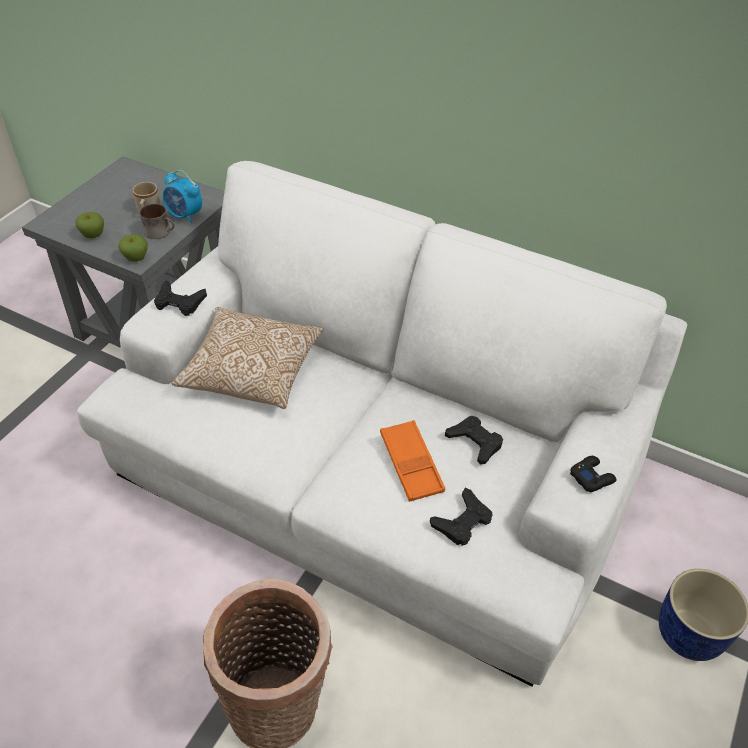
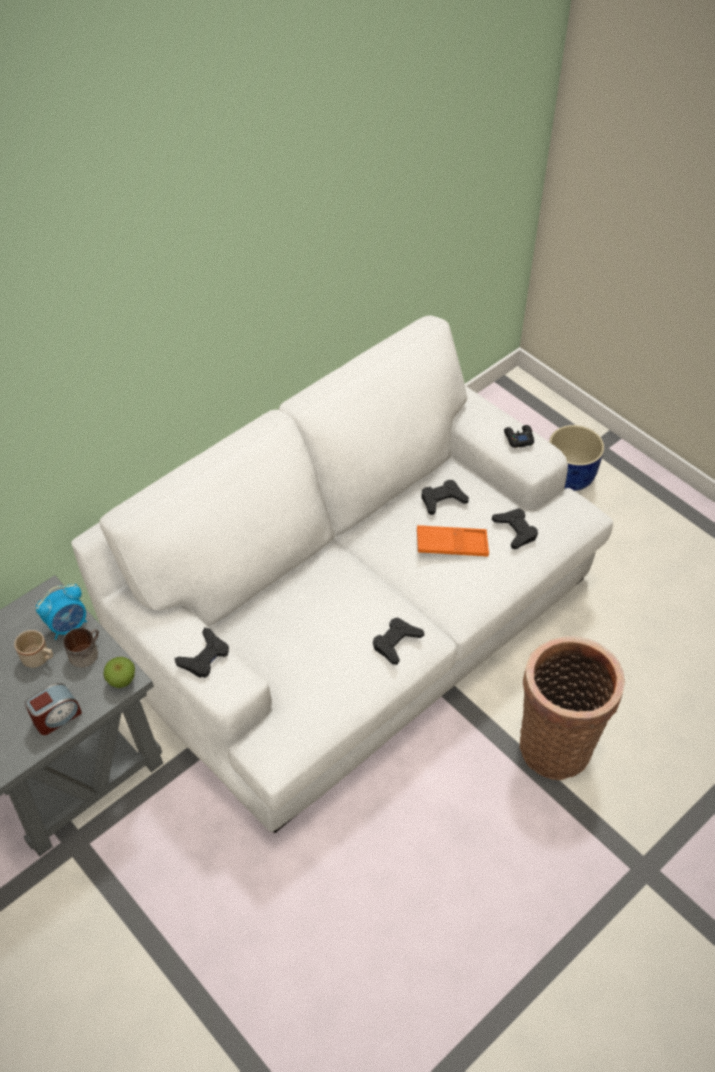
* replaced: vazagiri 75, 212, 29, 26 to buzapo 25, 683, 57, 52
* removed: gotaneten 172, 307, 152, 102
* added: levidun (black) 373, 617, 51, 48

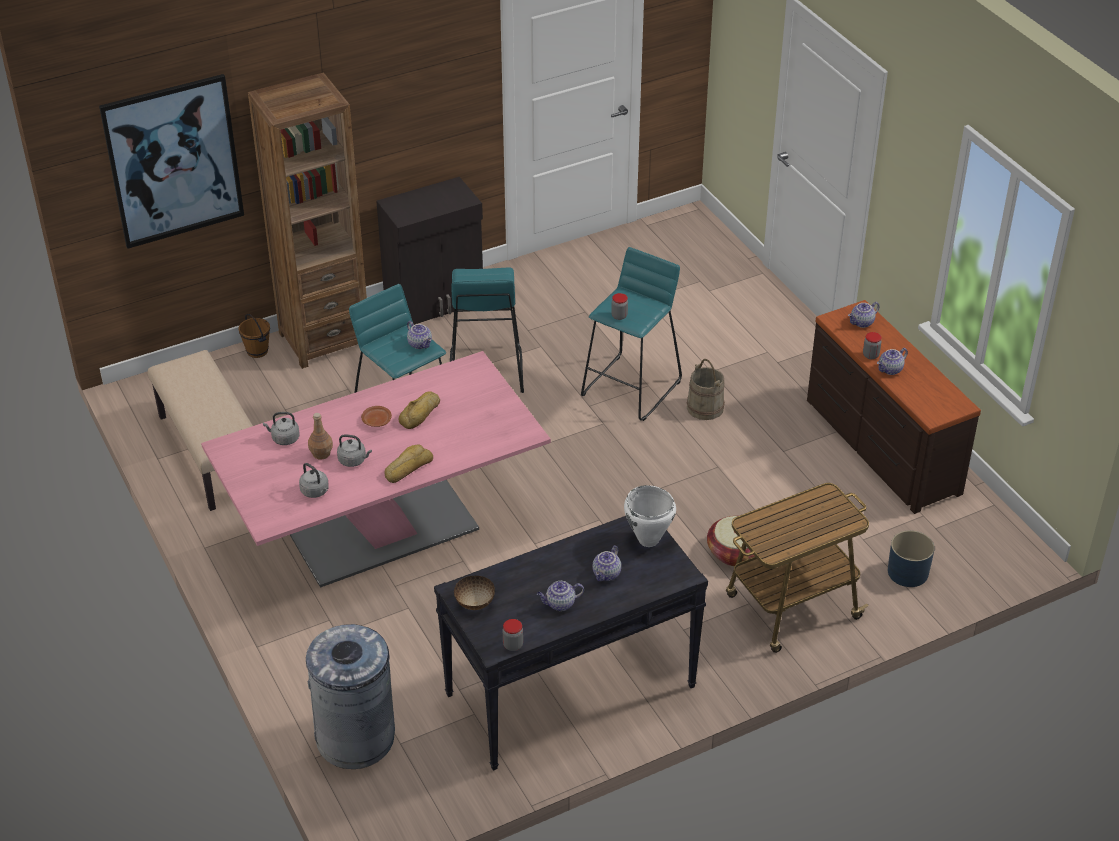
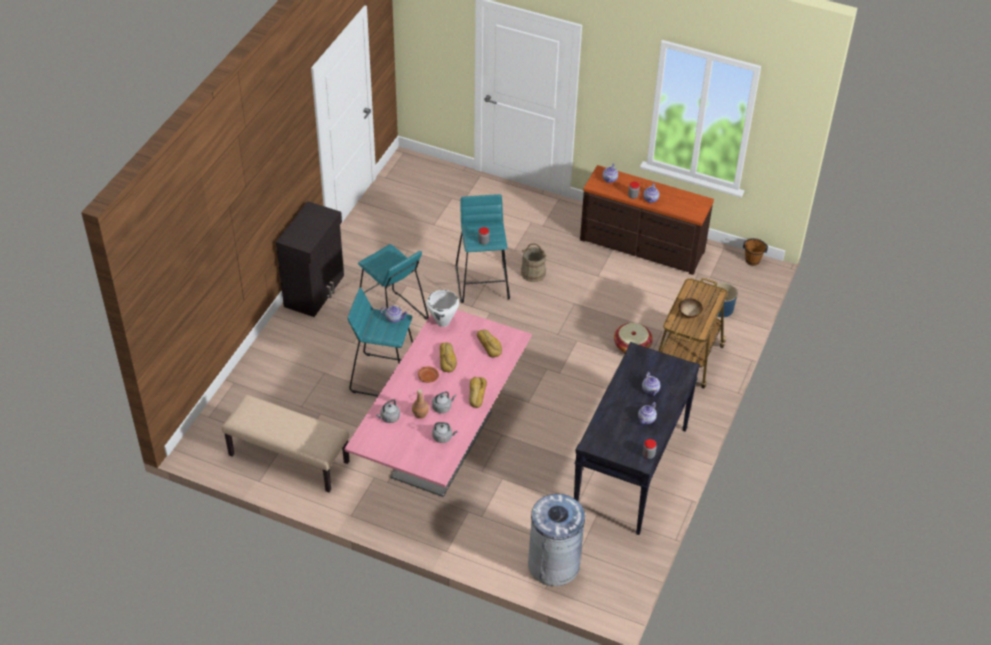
* removed: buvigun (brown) 248, 72, 119, 297
* removed: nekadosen 99, 74, 145, 175
* moved: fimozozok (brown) 238, 314, 32, 44 to 743, 238, 25, 28
* moved: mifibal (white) 624, 485, 52, 62 to 426, 290, 33, 37
* moved: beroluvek 454, 576, 41, 34 to 679, 298, 24, 20
* added: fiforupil 477, 329, 25, 28

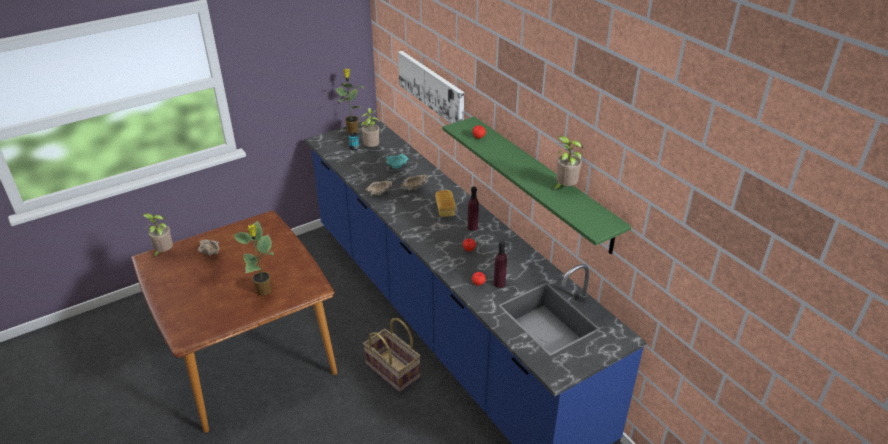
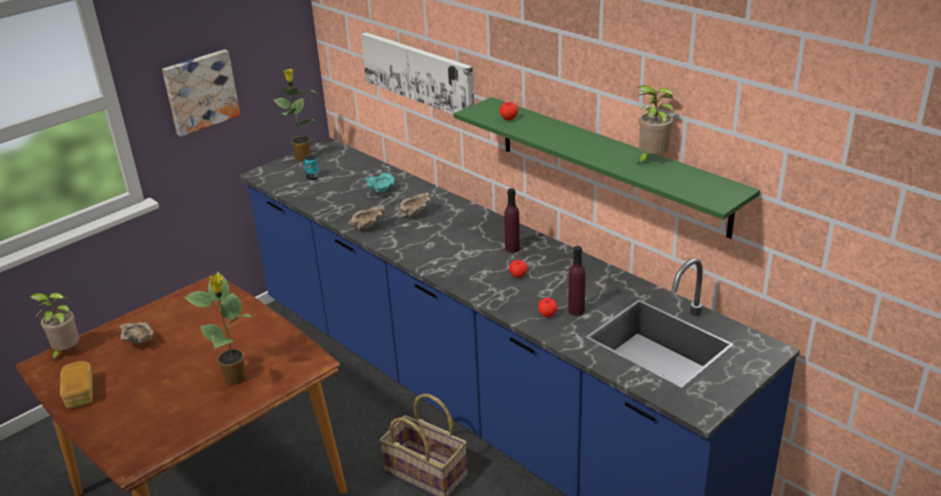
* removed: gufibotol 361, 108, 19, 39
* moved: fiforupil 435, 190, 21, 27 to 60, 361, 33, 48
* added: nekadosen 162, 49, 78, 88

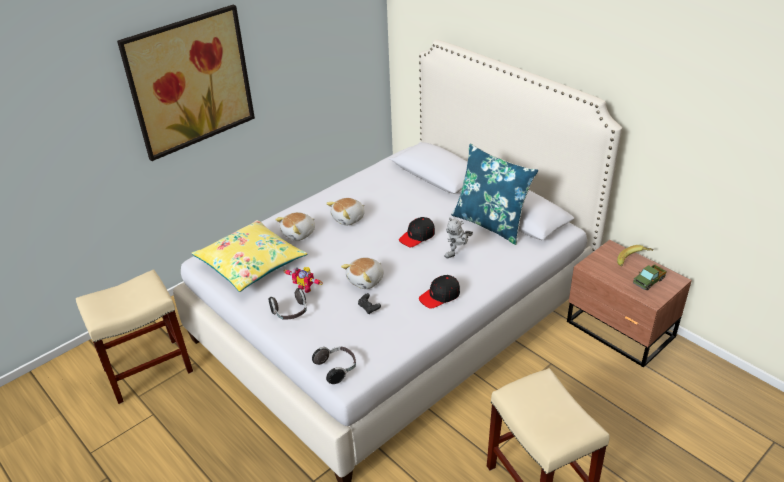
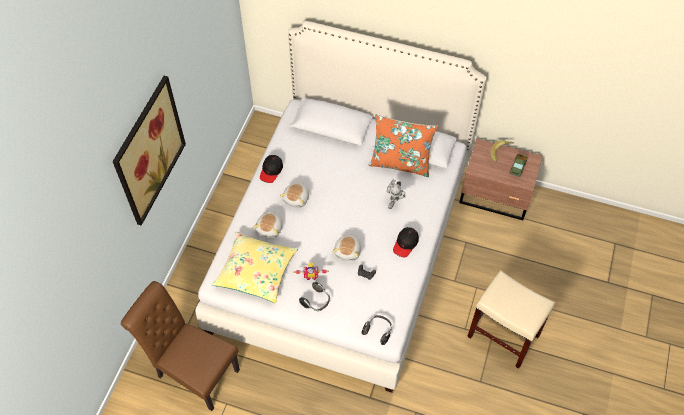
* recoloured: gotaneten (blue) 451, 144, 87, 101 to gotaneten (orange) 369, 114, 69, 63
* moved: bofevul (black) 399, 217, 36, 30 to 260, 155, 23, 28
* replaced: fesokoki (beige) 76, 270, 117, 134 to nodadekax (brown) 121, 281, 119, 130

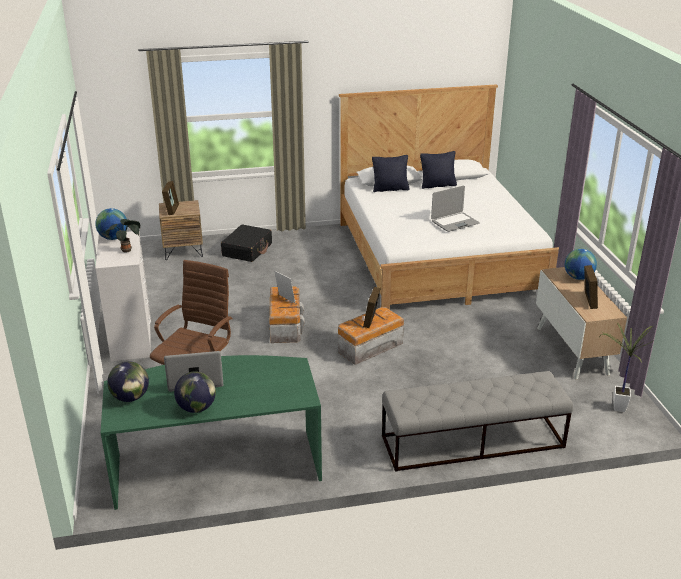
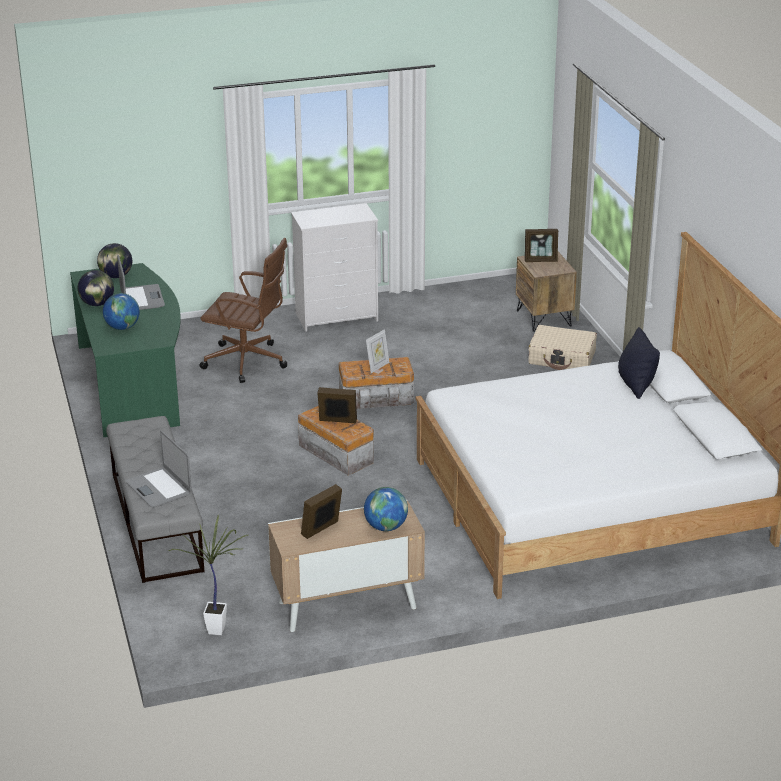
* removed: gotaneten (black) 420, 151, 37, 38
* moved: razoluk 431, 186, 49, 46 to 126, 431, 66, 76
* moved: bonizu 95, 208, 33, 32 to 103, 293, 37, 37
* removed: gufibotol 106, 219, 34, 33
* recoloured: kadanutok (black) 221, 225, 51, 37 to kadanutok (beige) 528, 325, 69, 45
* turned: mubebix 584, 265, 14, 44 = 301, 484, 41, 55 135 degrees clockwise

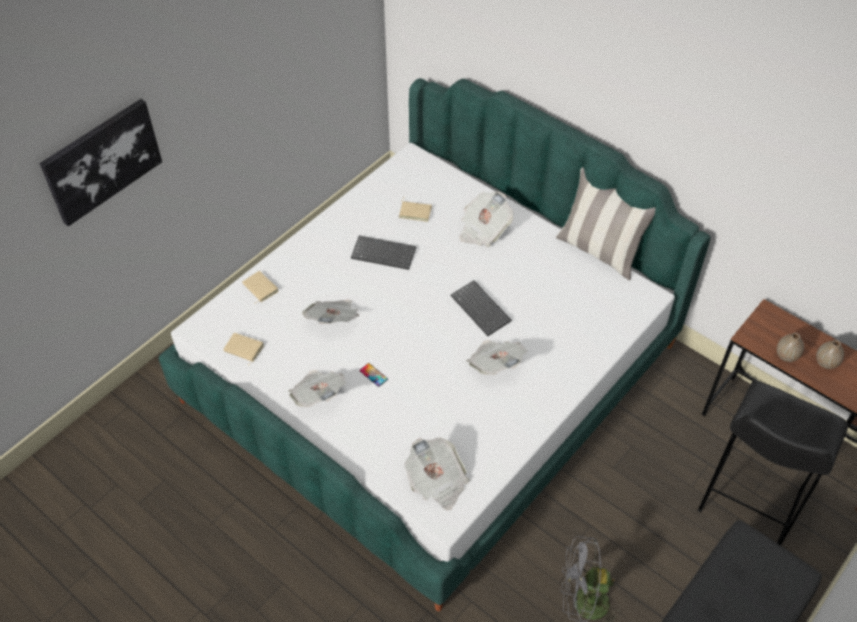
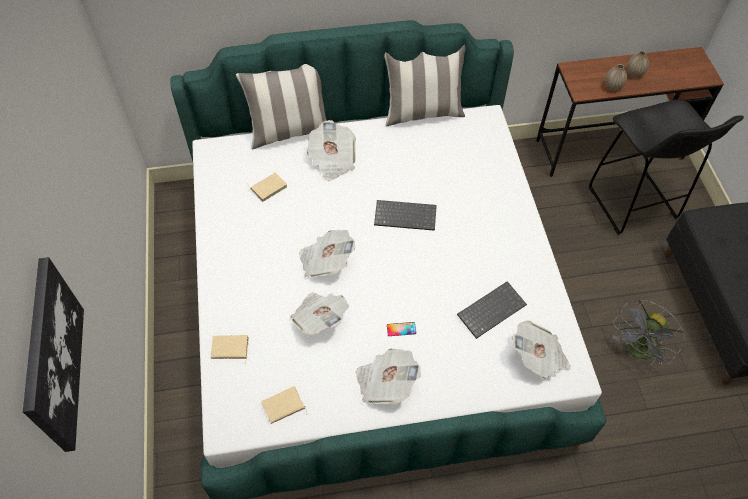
* moved: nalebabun 351, 235, 65, 35 to 457, 281, 70, 58
* moved: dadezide 466, 340, 61, 35 to 299, 230, 56, 47
* added: gotaneten 236, 64, 91, 86

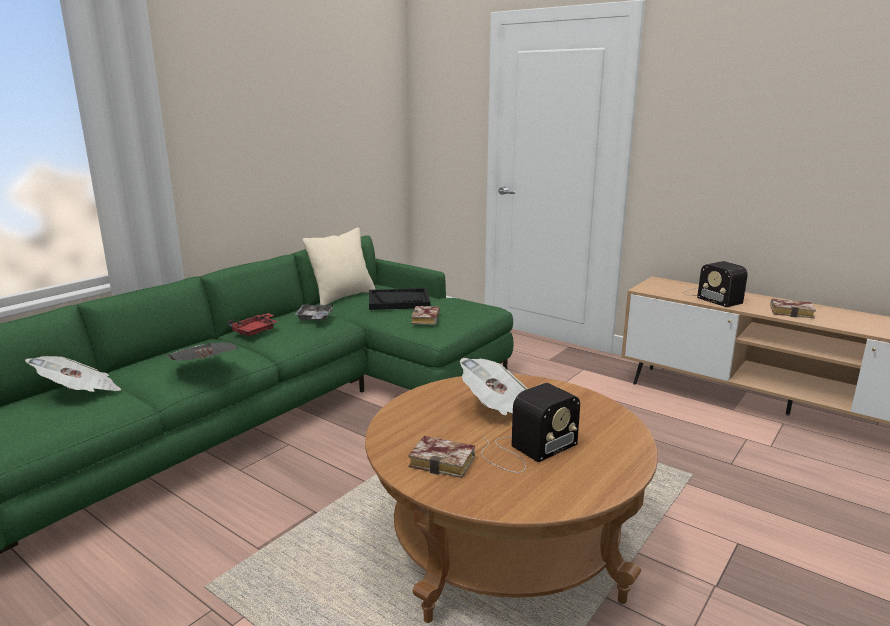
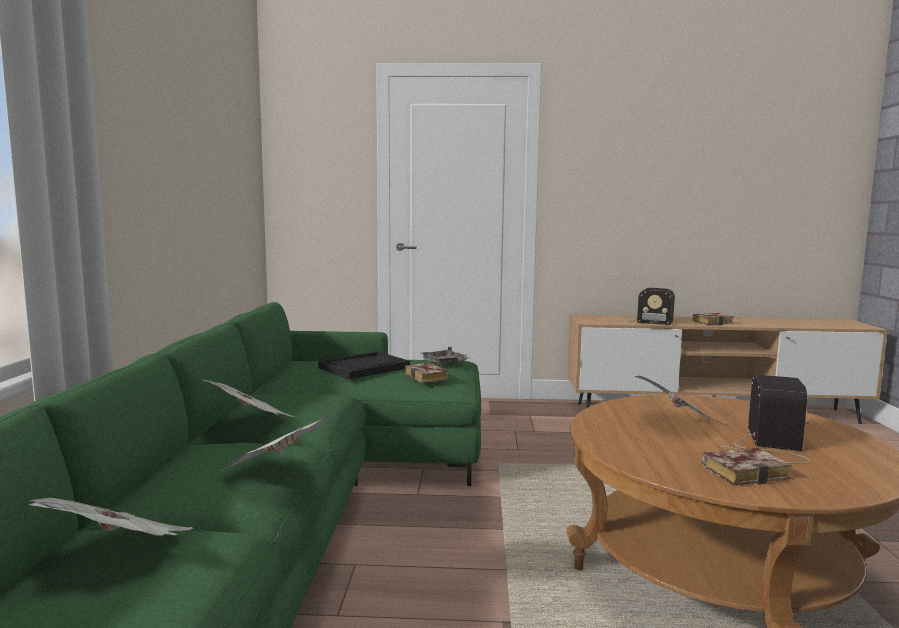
* removed: gotaneten (beige) 303, 227, 72, 78
* moved: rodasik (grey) 294, 303, 39, 17 to 421, 347, 49, 18
* replaced: rodasik (red) 228, 313, 51, 23 to dadezide 203, 380, 94, 37

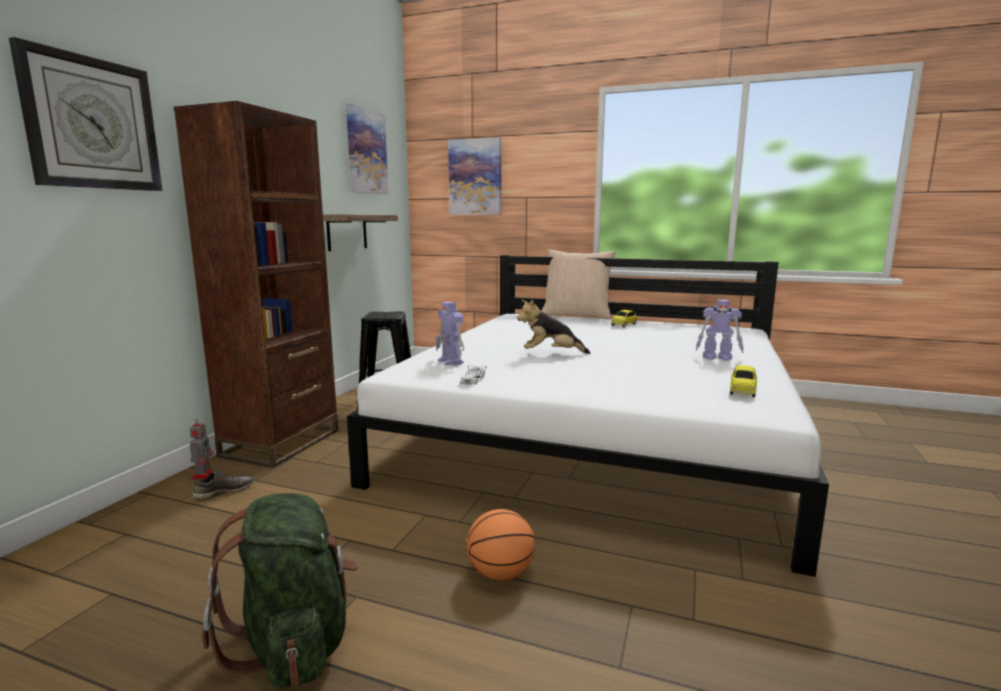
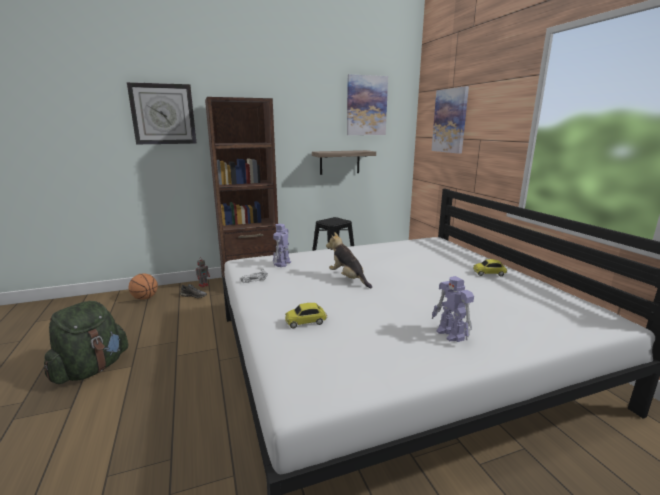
* removed: gotaneten (beige) 541, 250, 74, 69
* moved: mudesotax 730, 365, 27, 32 to 285, 303, 42, 26
* moved: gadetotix 466, 509, 69, 72 to 128, 274, 30, 26

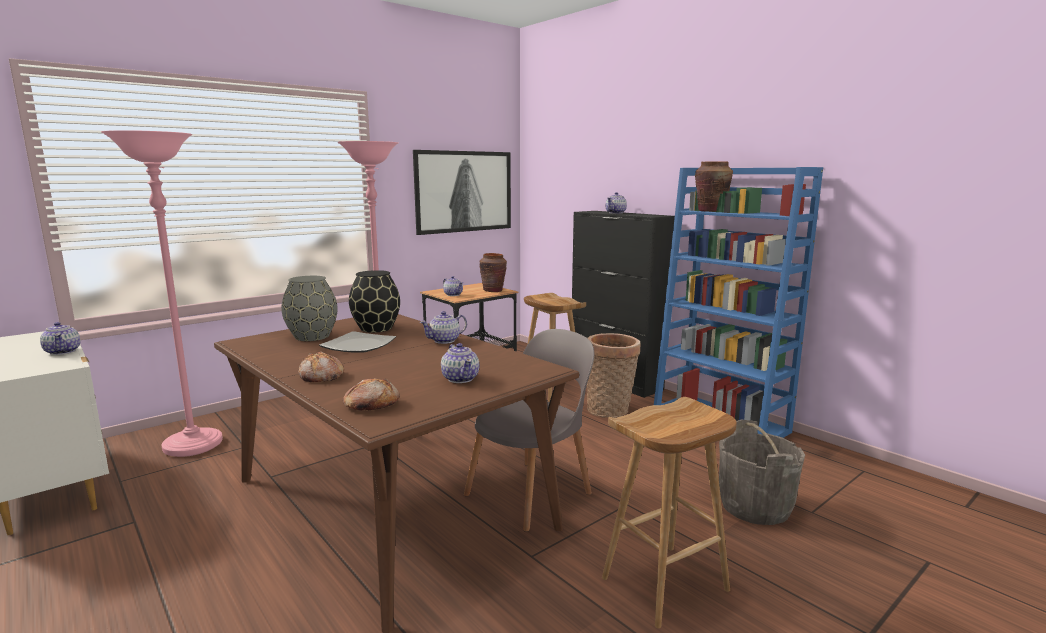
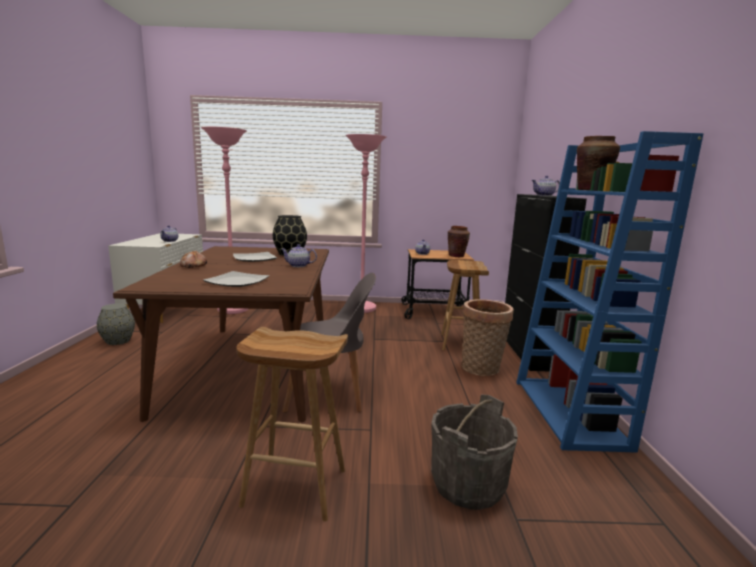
* removed: nekadosen 413, 150, 98, 85
* moved: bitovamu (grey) 281, 276, 57, 65 to 97, 303, 38, 42
* replaced: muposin 441, 343, 38, 40 to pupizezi 203, 271, 66, 16
* removed: fiforupil 343, 378, 57, 33

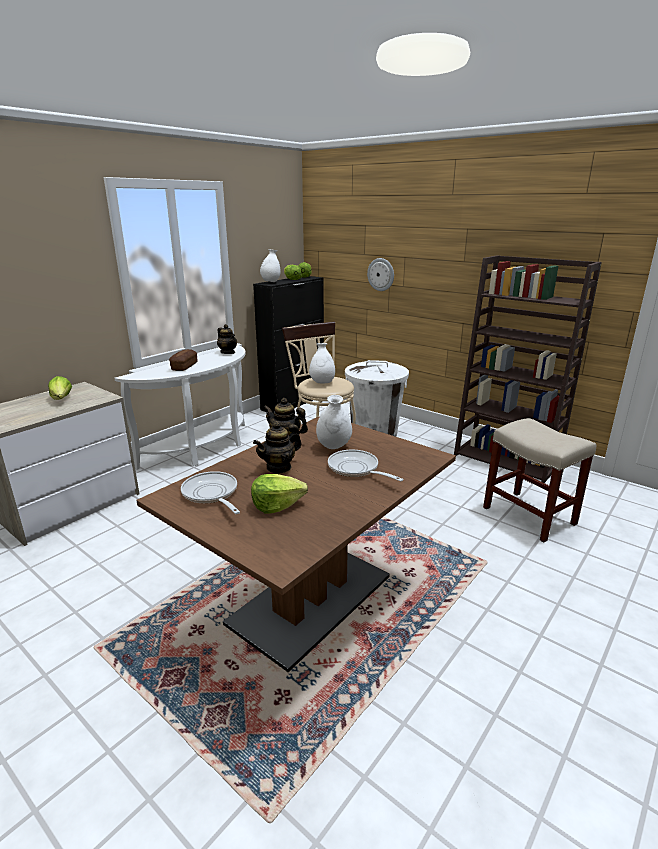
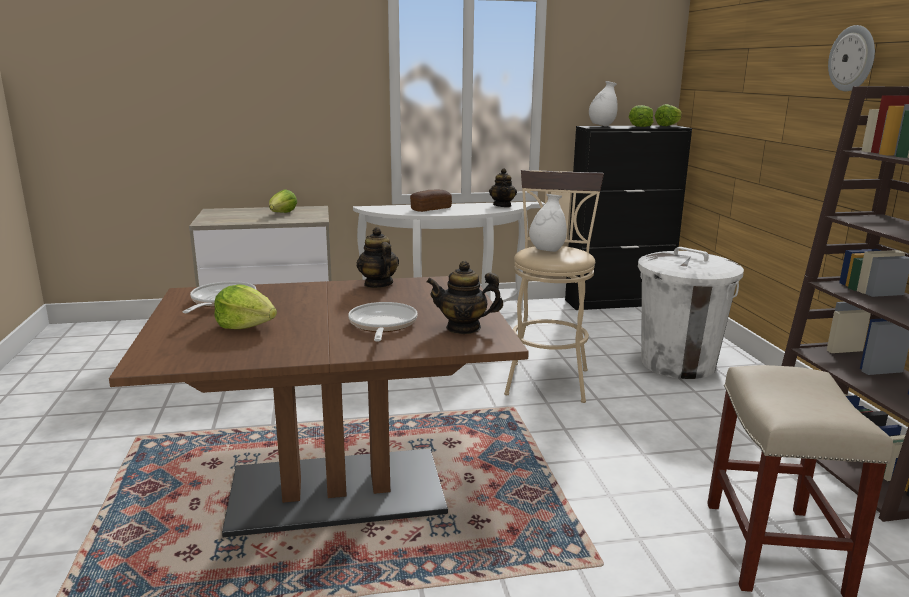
* moved: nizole 367, 258, 27, 33 to 828, 25, 47, 66
* removed: bitovamu (white) 316, 395, 36, 54
* moved: muposin 253, 421, 48, 53 to 426, 261, 77, 73

